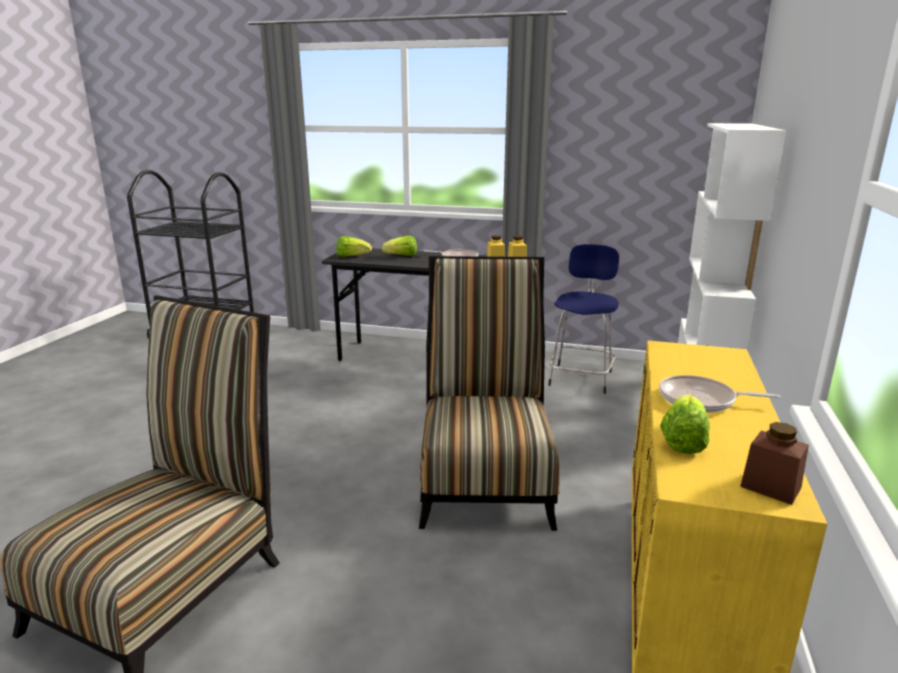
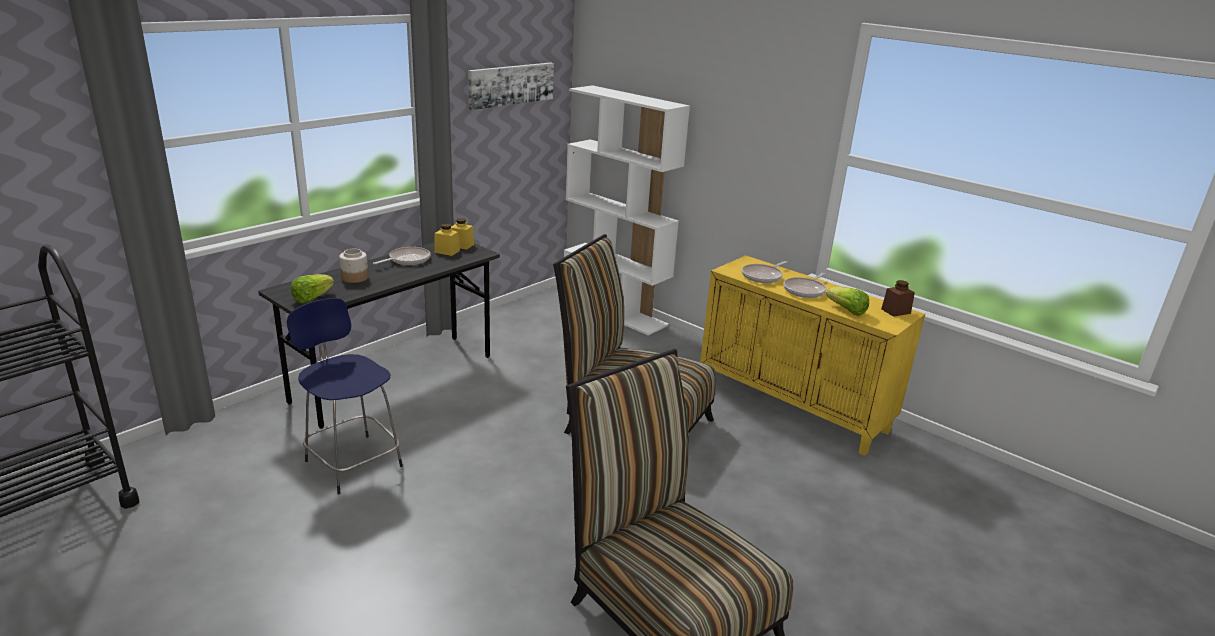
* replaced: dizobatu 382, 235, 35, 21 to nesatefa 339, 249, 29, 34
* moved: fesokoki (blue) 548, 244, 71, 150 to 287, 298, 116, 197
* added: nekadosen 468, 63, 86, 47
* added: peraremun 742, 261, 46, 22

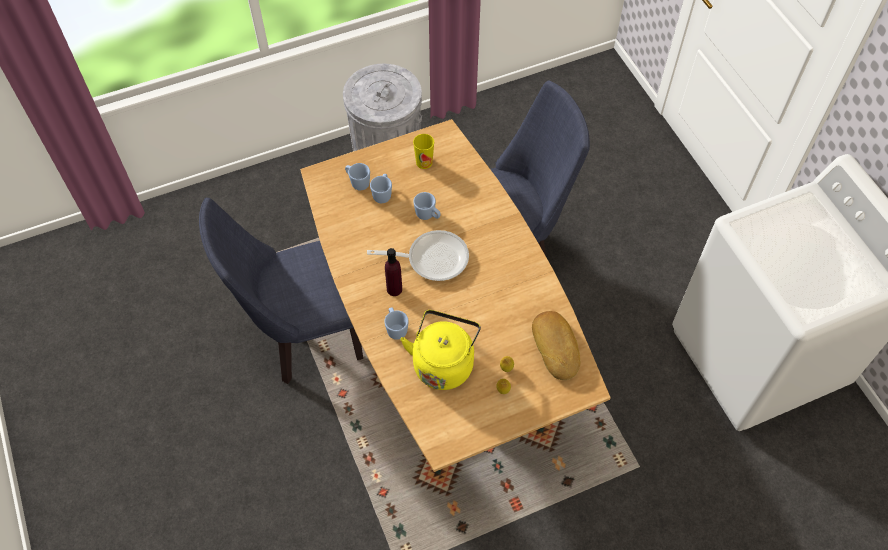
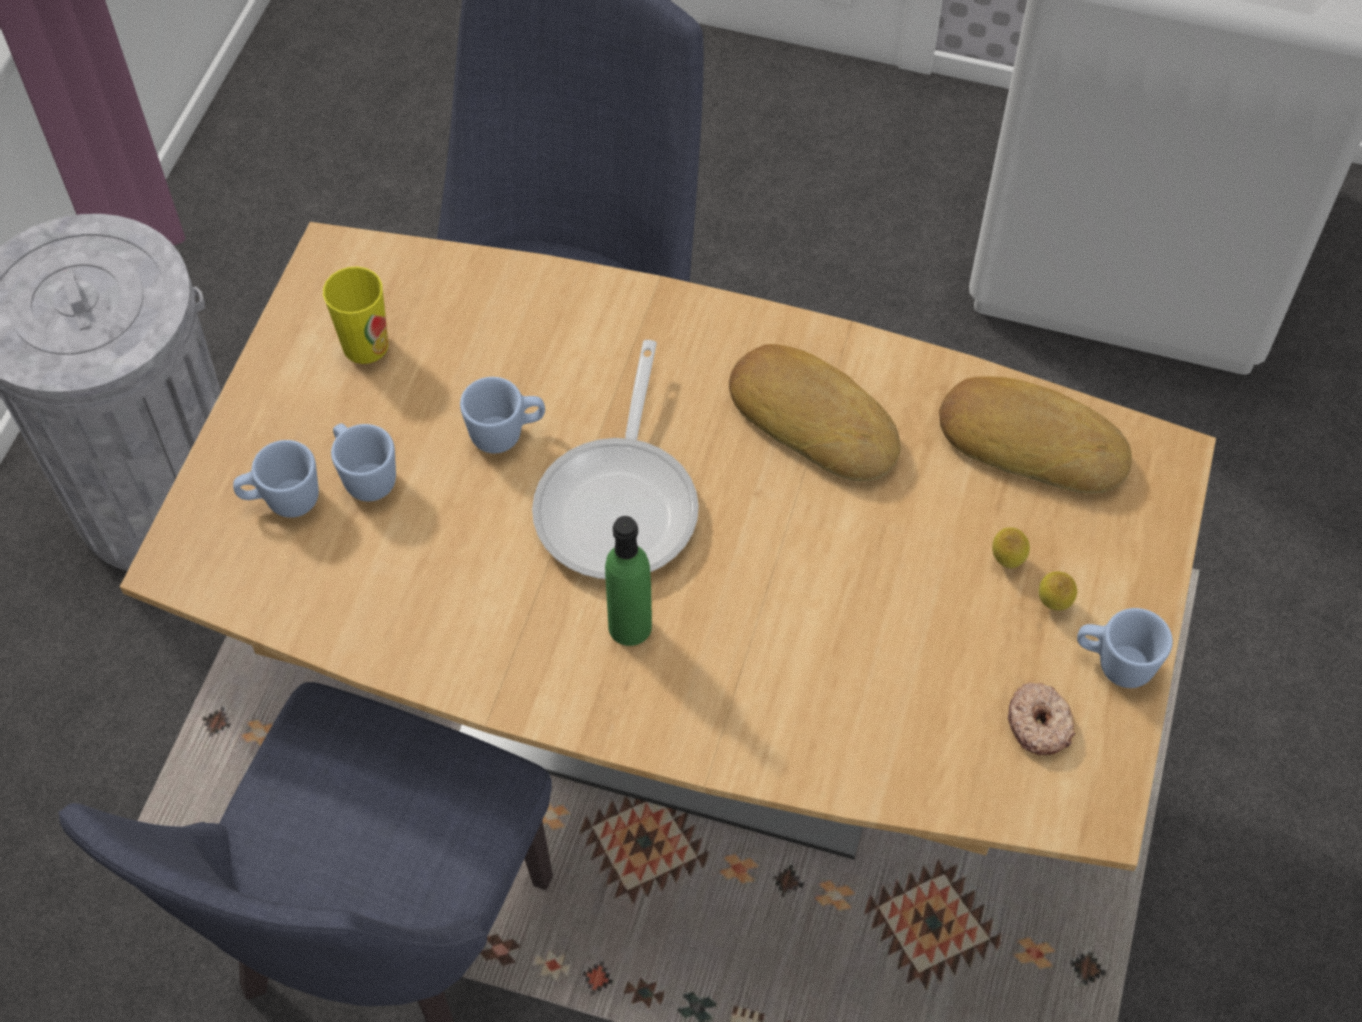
* turned: peraremun 367, 230, 102, 51 = 532, 340, 167, 239 150 degrees clockwise
* recoloured: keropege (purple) 385, 248, 17, 48 to keropege (green) 605, 516, 47, 130
* moved: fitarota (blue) 384, 307, 25, 33 to 1077, 608, 96, 80
* removed: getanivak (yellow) 400, 310, 81, 80
* added: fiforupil 729, 344, 172, 137
* added: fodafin 1008, 682, 67, 73

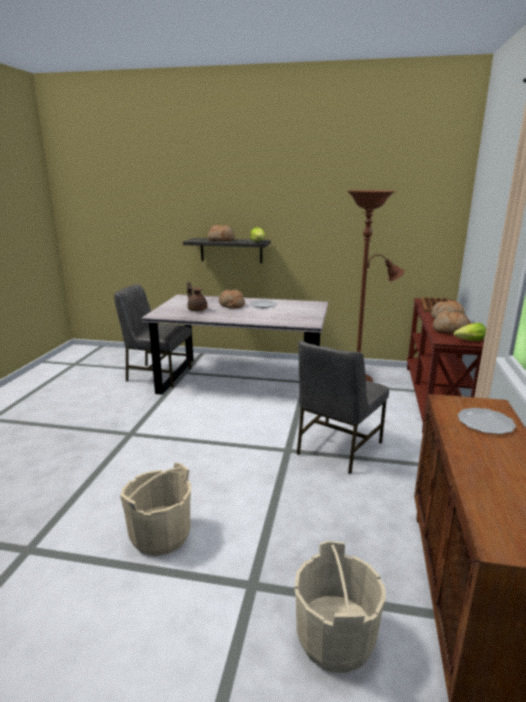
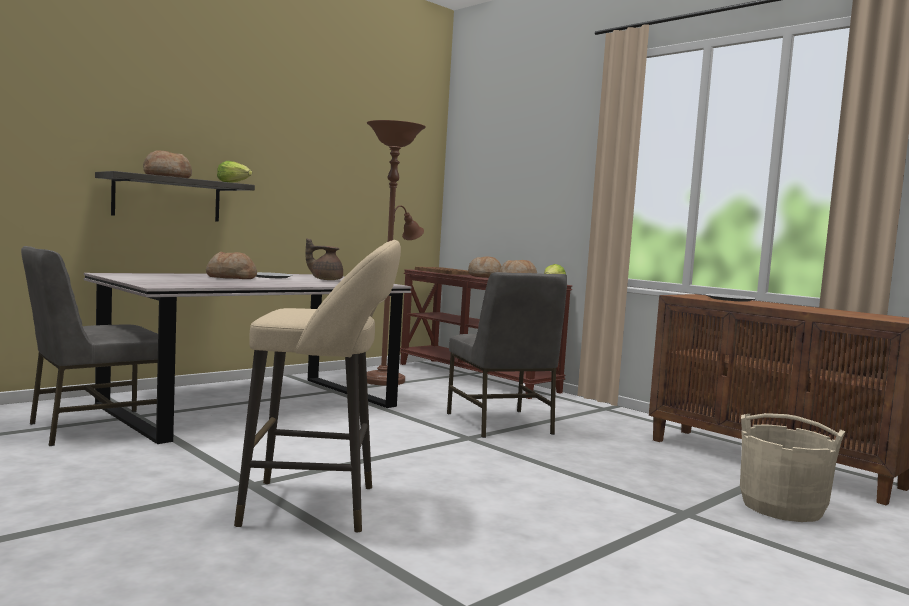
* moved: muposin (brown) 187, 281, 20, 30 to 306, 238, 37, 42
* removed: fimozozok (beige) 120, 463, 71, 93
* added: fesokoki (beige) 234, 240, 167, 292

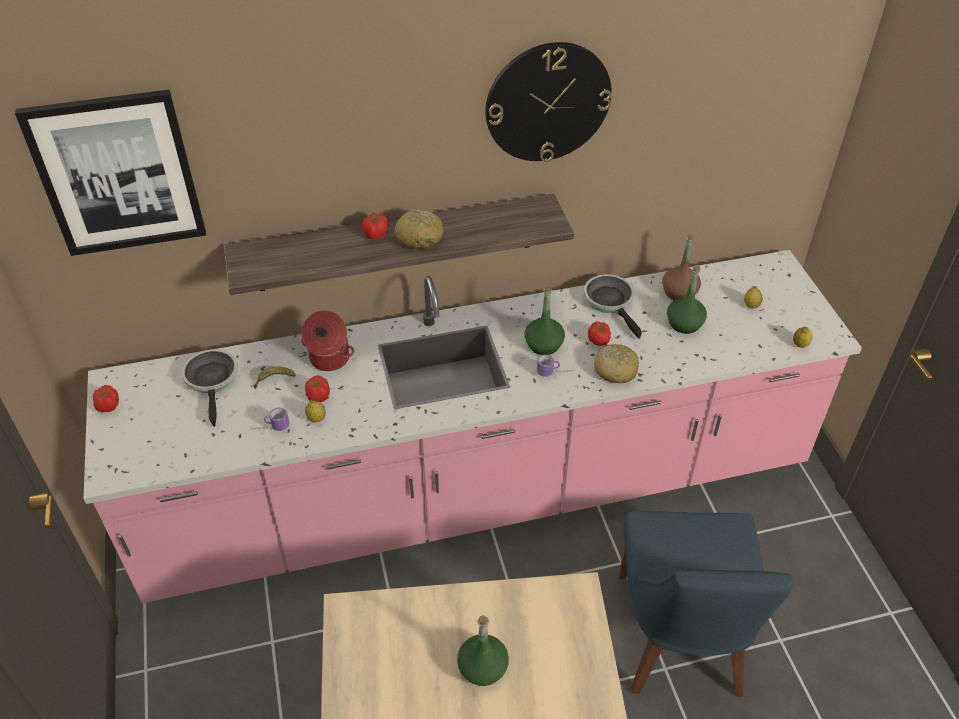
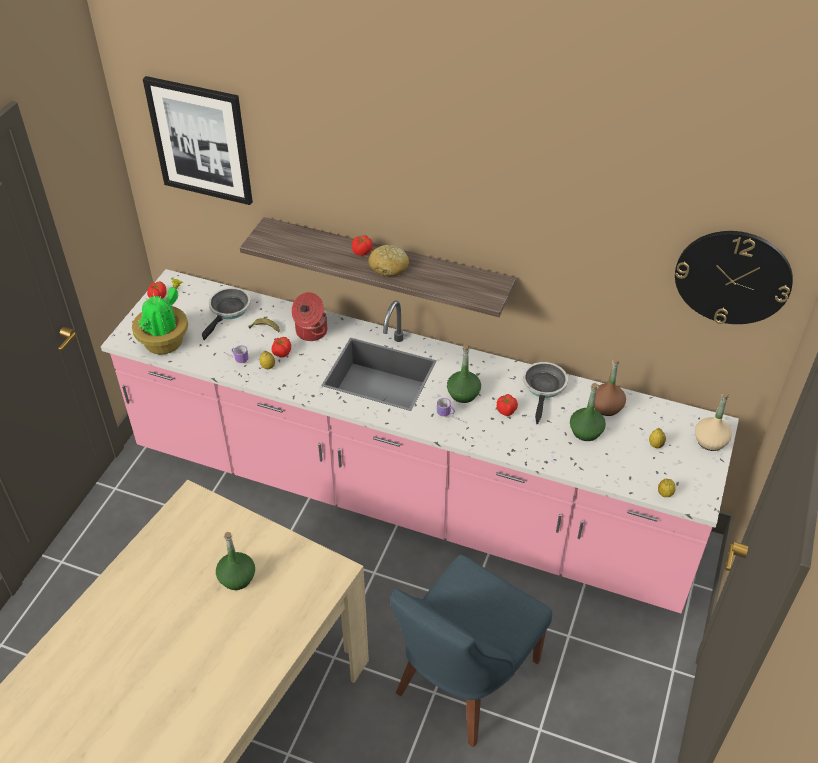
* moved: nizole 485, 42, 127, 120 to 675, 231, 118, 93
* removed: fiforupil 594, 344, 45, 39
* added: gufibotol 132, 278, 56, 77
* added: keropege (beige) 695, 393, 37, 58

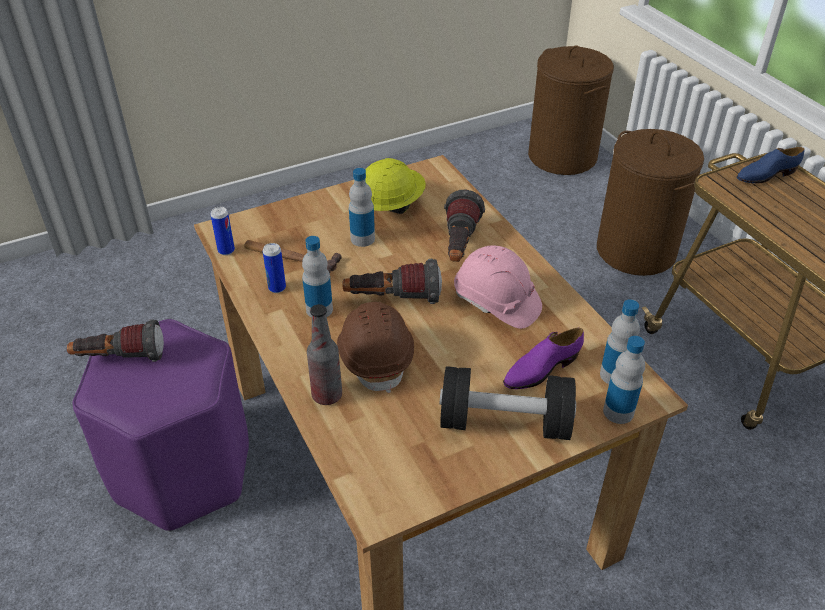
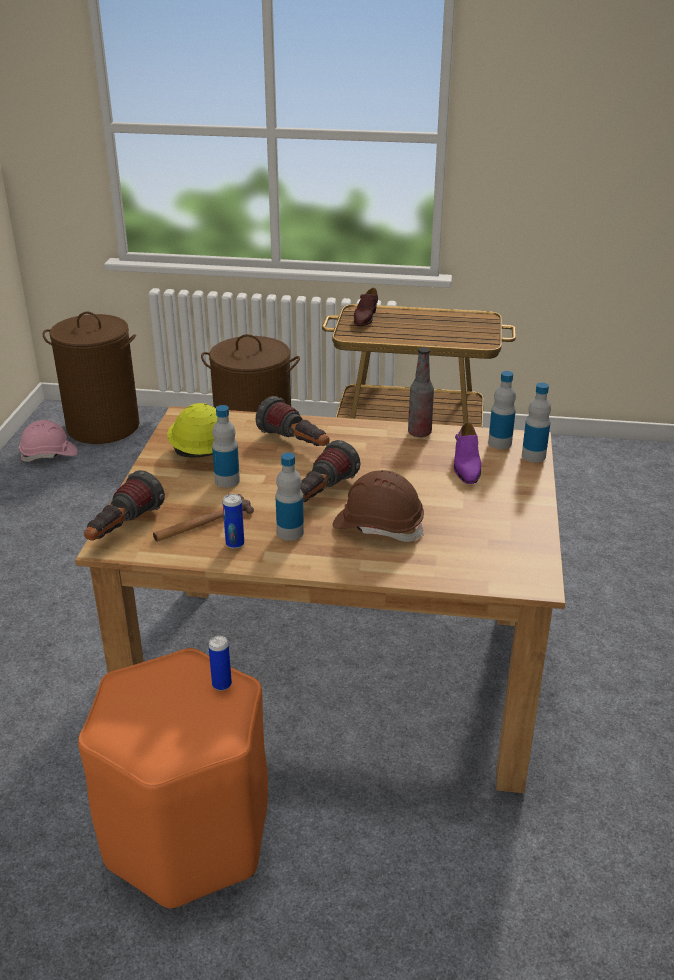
* recoloured: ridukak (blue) 737, 147, 68, 36 to ridukak (brown) 354, 288, 24, 38
* moved: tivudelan 211, 207, 24, 48 to 208, 636, 24, 55
* moved: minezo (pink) 454, 245, 88, 84 to 19, 420, 58, 42
* moved: keropege 307, 304, 35, 101 to 408, 347, 26, 90
* moved: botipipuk 67, 319, 97, 43 to 84, 470, 81, 71
* recoloured: fesokoki (purple) 73, 319, 176, 213 to fesokoki (orange) 78, 648, 190, 262
* removed: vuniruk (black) 440, 366, 136, 74

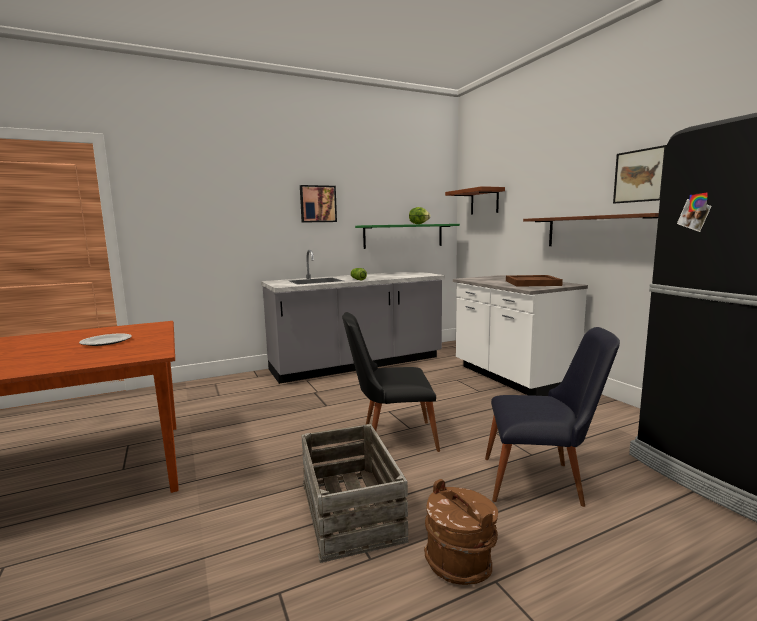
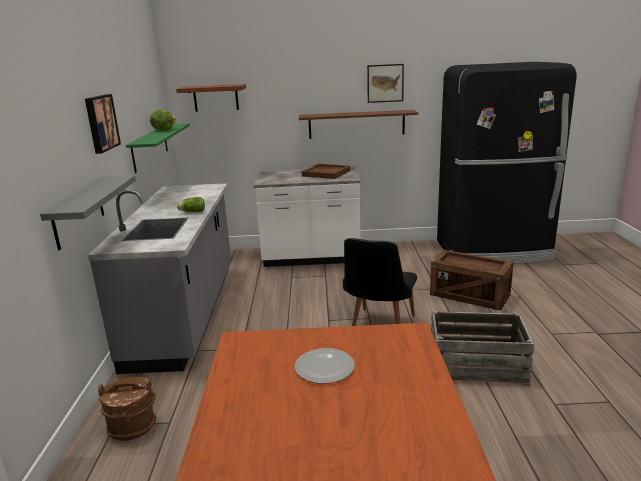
* replaced: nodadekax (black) 485, 327, 135, 180 to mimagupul 430, 250, 84, 61
* moved: fimozozok (brown) 424, 479, 74, 106 to 98, 377, 58, 64
* added: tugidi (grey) 40, 175, 96, 76

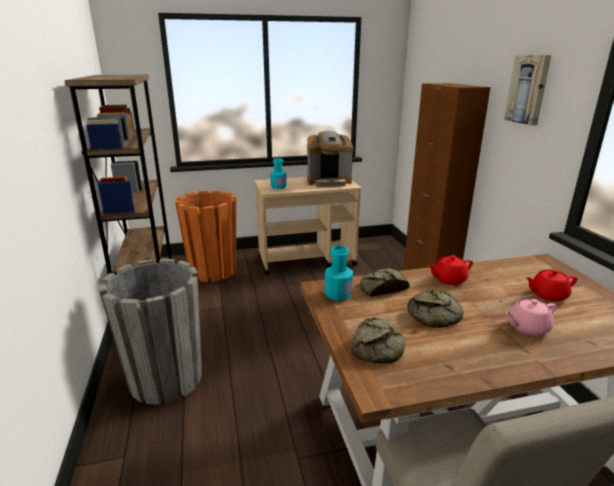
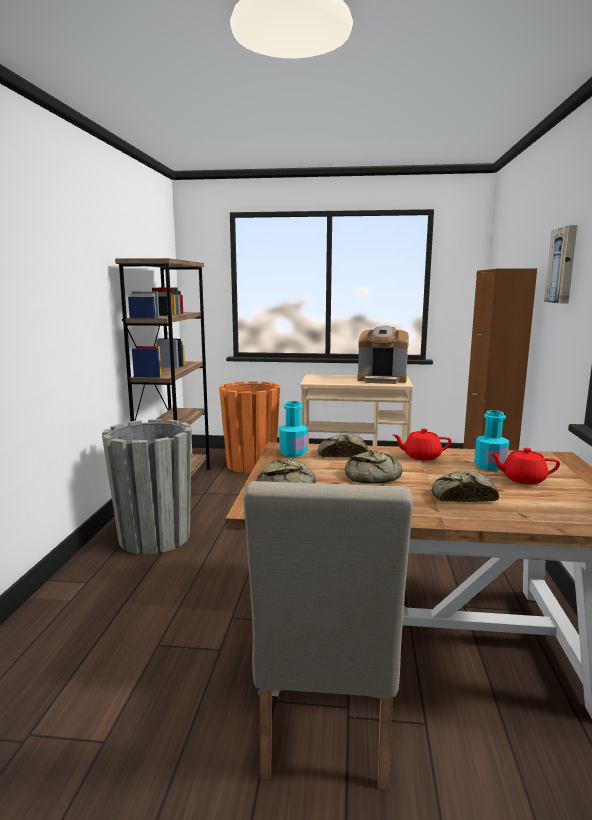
* moved: keropege (turquoise) 270, 158, 17, 31 to 474, 410, 35, 61
* replaced: muposin (pink) 505, 298, 51, 38 to fiforupil 432, 471, 67, 31

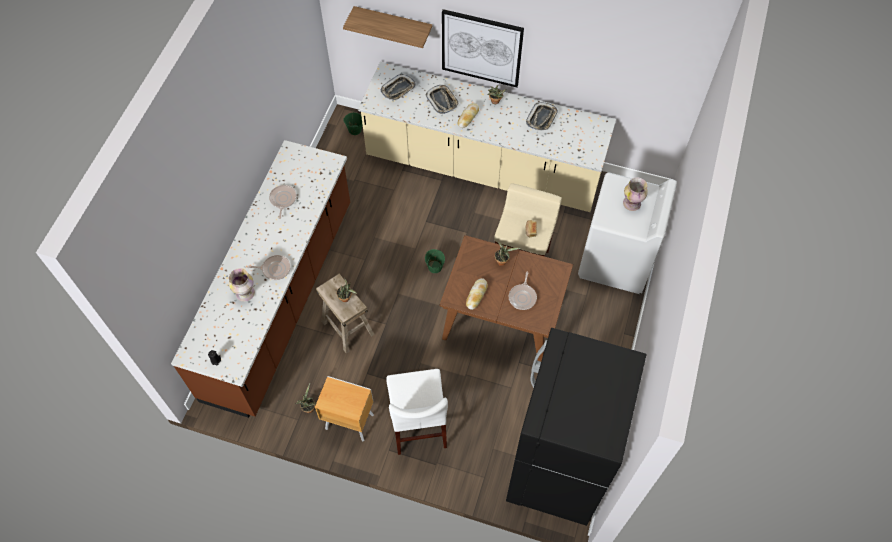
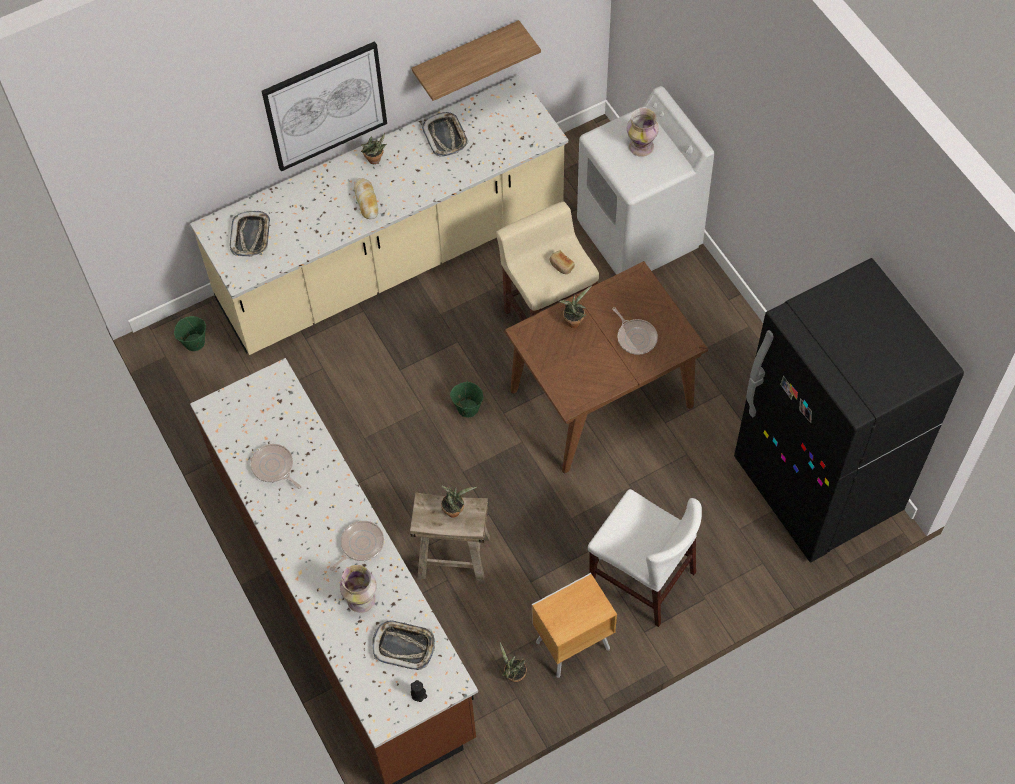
* moved: tugidi 343, 6, 89, 42 to 411, 20, 130, 81
* moved: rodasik 425, 85, 34, 29 to 373, 620, 62, 50
* removed: fiforupil 466, 278, 22, 32

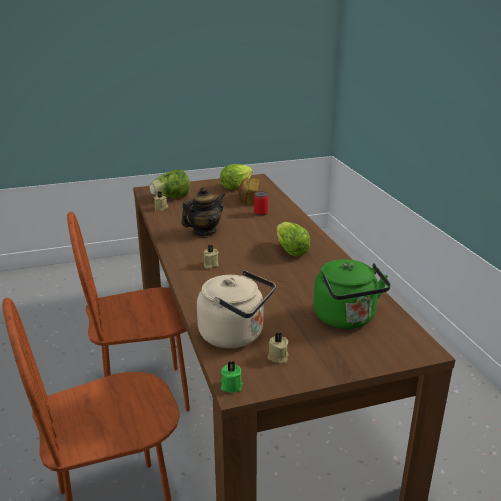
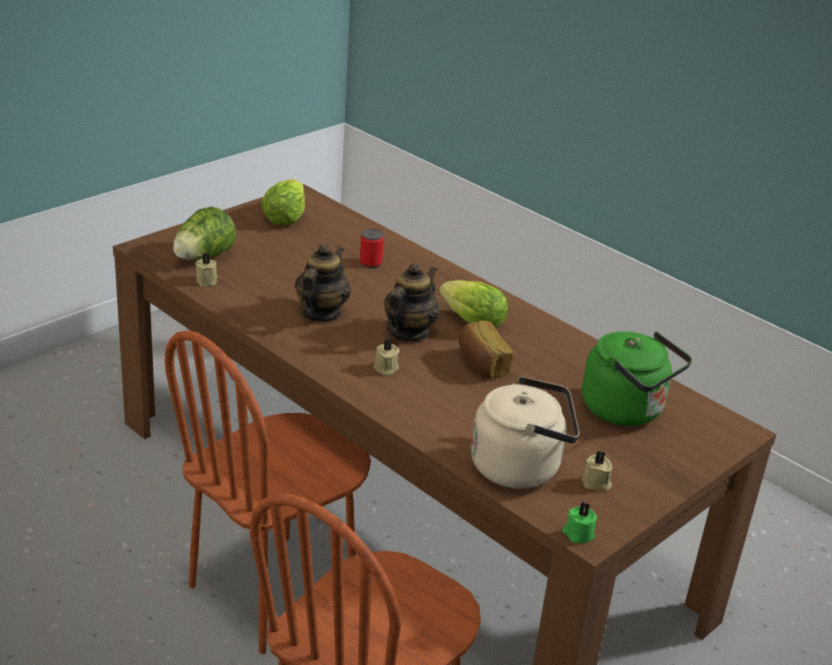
* moved: fiforupil 238, 178, 22, 27 to 459, 320, 55, 59
* added: muposin 384, 263, 55, 79

